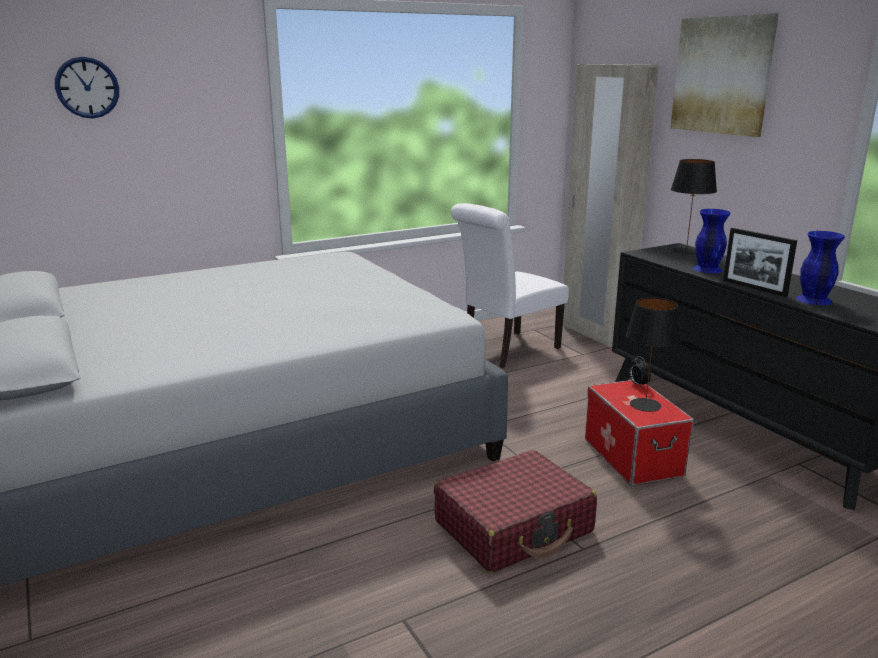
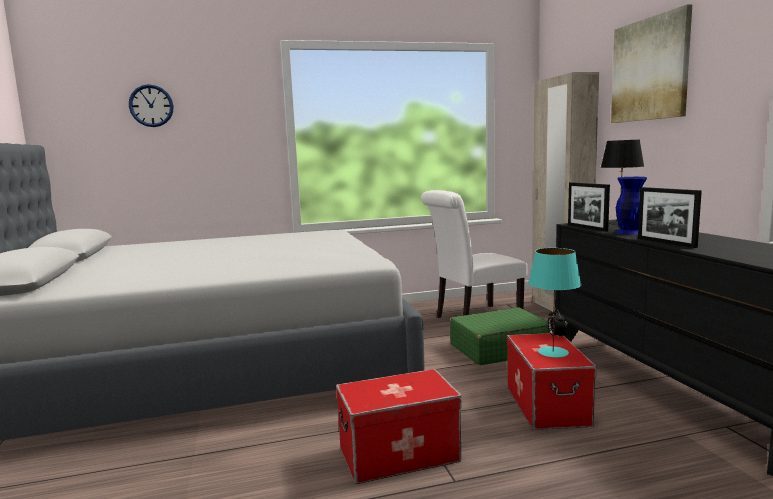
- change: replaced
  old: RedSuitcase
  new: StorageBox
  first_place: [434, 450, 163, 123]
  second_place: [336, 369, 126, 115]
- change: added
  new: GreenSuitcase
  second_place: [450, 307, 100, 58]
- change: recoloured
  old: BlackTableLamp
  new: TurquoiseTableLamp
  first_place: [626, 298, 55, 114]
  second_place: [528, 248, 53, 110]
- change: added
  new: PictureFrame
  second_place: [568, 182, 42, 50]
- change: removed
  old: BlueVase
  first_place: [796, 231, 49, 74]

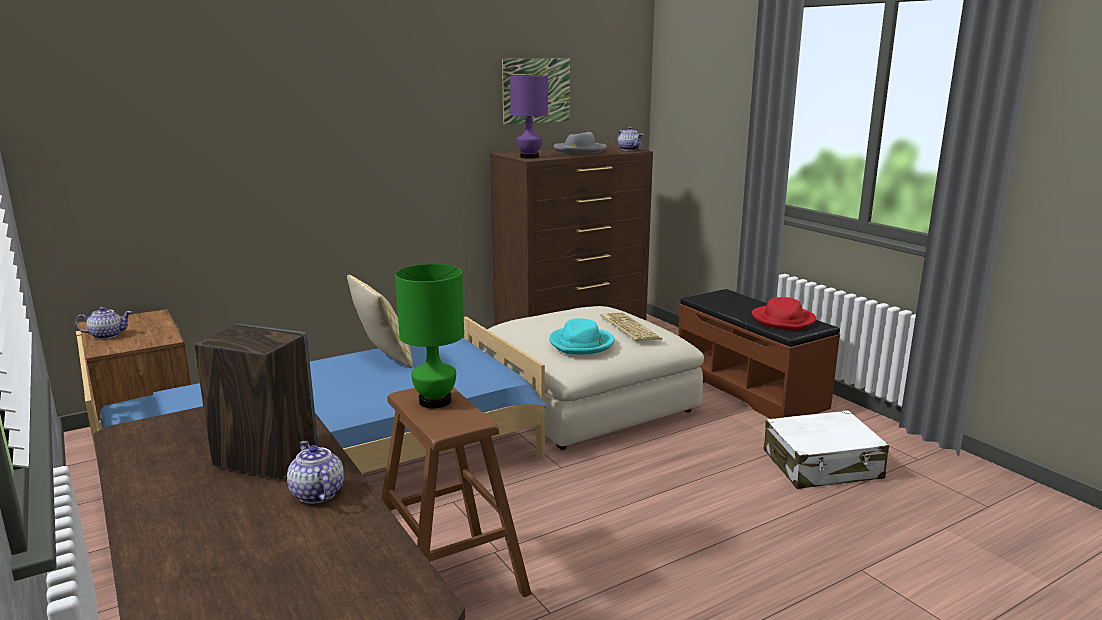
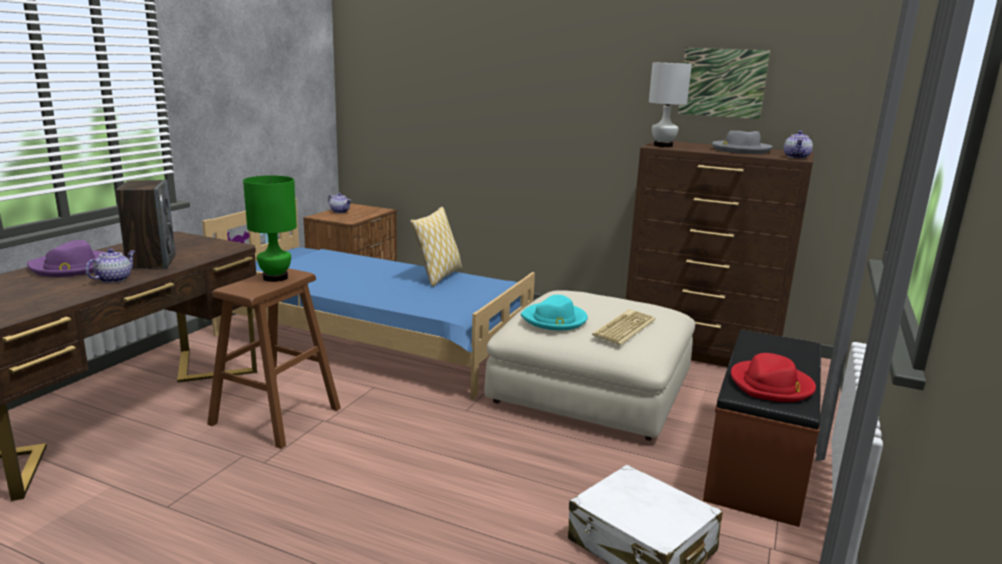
- change: added
  new: PurpleHat
  second_place: [27, 240, 78, 37]
- change: recoloured
  old: PurpleTableLamp
  new: WhiteTableLamp
  first_place: [510, 75, 38, 84]
  second_place: [649, 62, 43, 85]

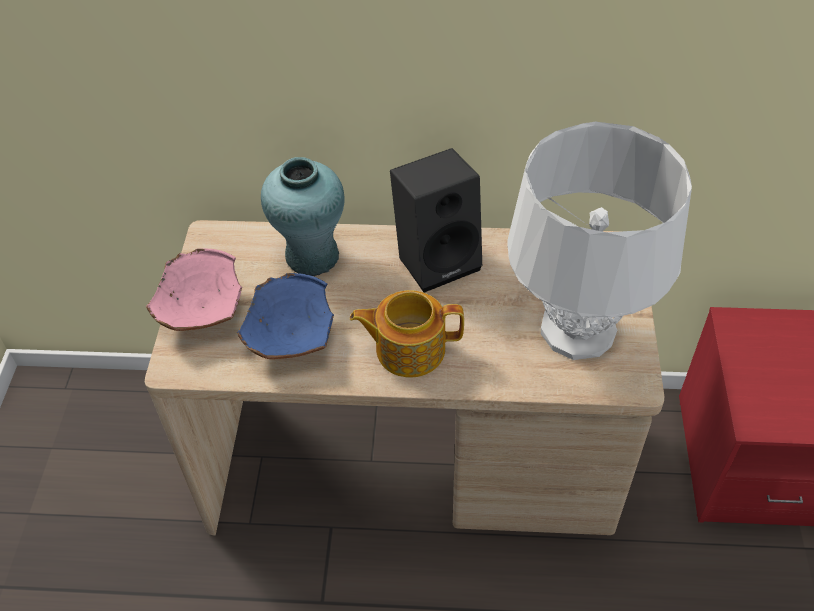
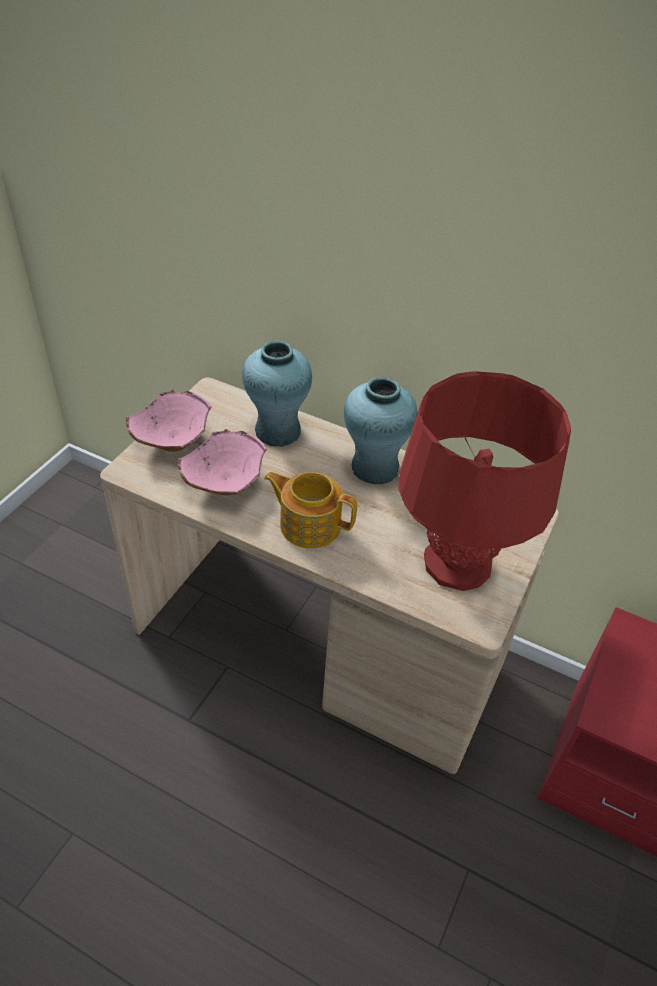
- change: recoloured
  old: BlueBowl
  new: PinkBowl
  first_place: [237, 273, 97, 86]
  second_place: [177, 429, 90, 66]
- change: replaced
  old: BlackSpeaker
  new: TurquoiseVase
  first_place: [390, 148, 92, 144]
  second_place: [344, 377, 73, 107]
- change: recoloured
  old: WhiteTableLamp
  new: RedTableLamp
  first_place: [507, 122, 185, 238]
  second_place: [398, 371, 173, 220]

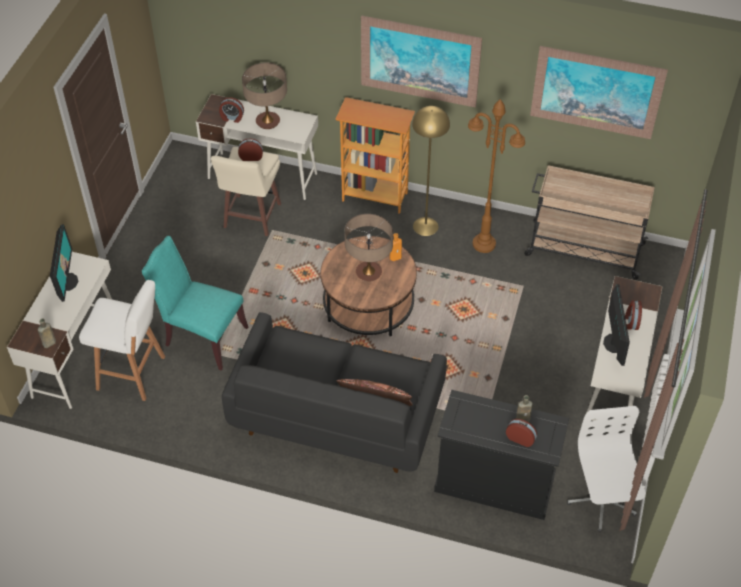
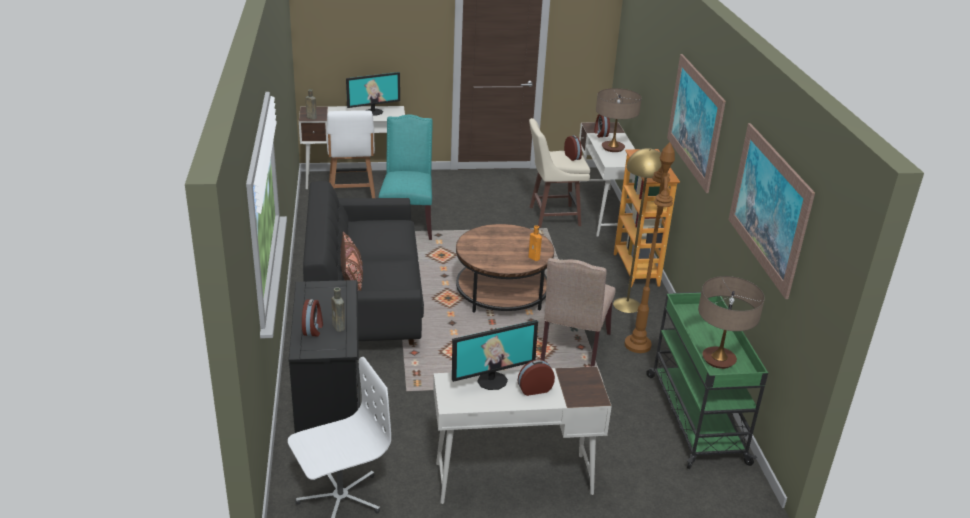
- change: added
  new: BeigeChair
  second_place: [540, 258, 76, 109]
- change: recoloured
  old: BeigeCart
  new: GreenCart
  first_place: [524, 165, 131, 115]
  second_place: [646, 292, 122, 177]
- change: moved
  old: TableLamp
  first_place: [344, 214, 49, 68]
  second_place: [698, 276, 67, 93]

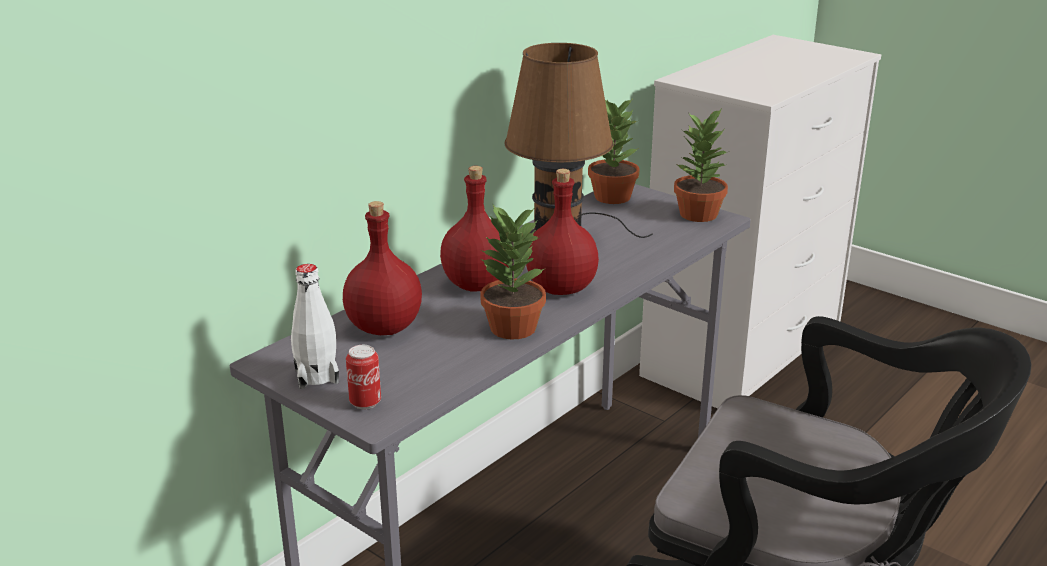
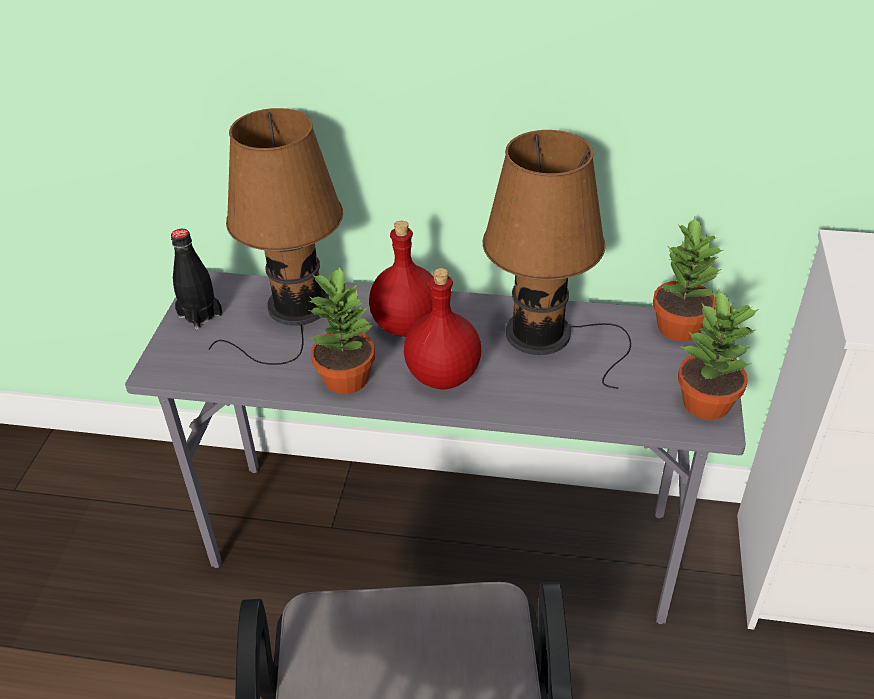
- change: recoloured
  old: WhiteBottle
  new: BlackBottle
  first_place: [291, 264, 48, 125]
  second_place: [171, 229, 52, 101]
- change: replaced
  old: RedBottle
  new: BrownTableLamp
  first_place: [343, 201, 79, 134]
  second_place: [209, 108, 134, 257]
- change: removed
  old: Can
  first_place: [346, 345, 35, 64]

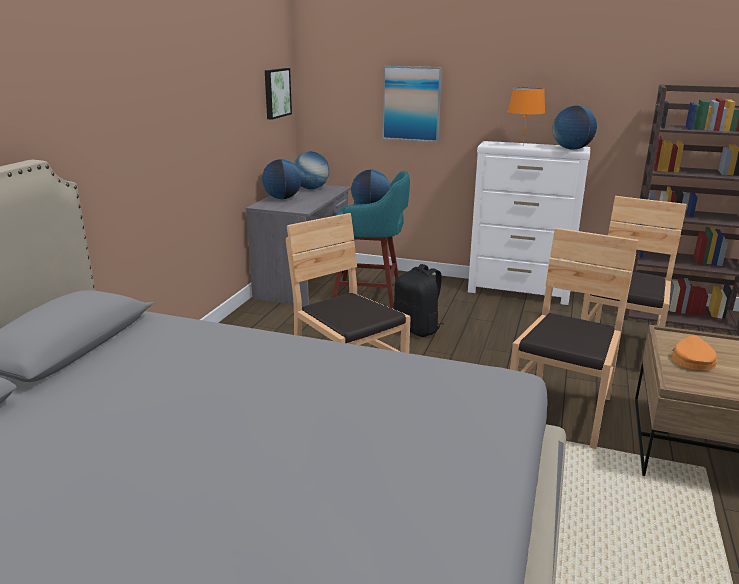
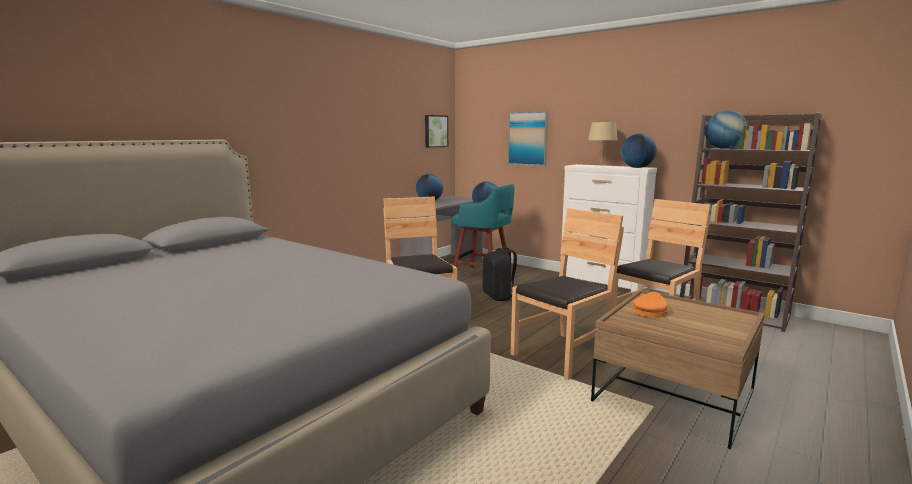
- change: recoloured
  old: OrangeTableLamp
  new: BeigeTableLamp
  first_place: [508, 87, 37, 57]
  second_place: [588, 122, 29, 39]
- change: moved
  old: Globe
  first_place: [294, 152, 35, 37]
  second_place: [705, 110, 43, 39]

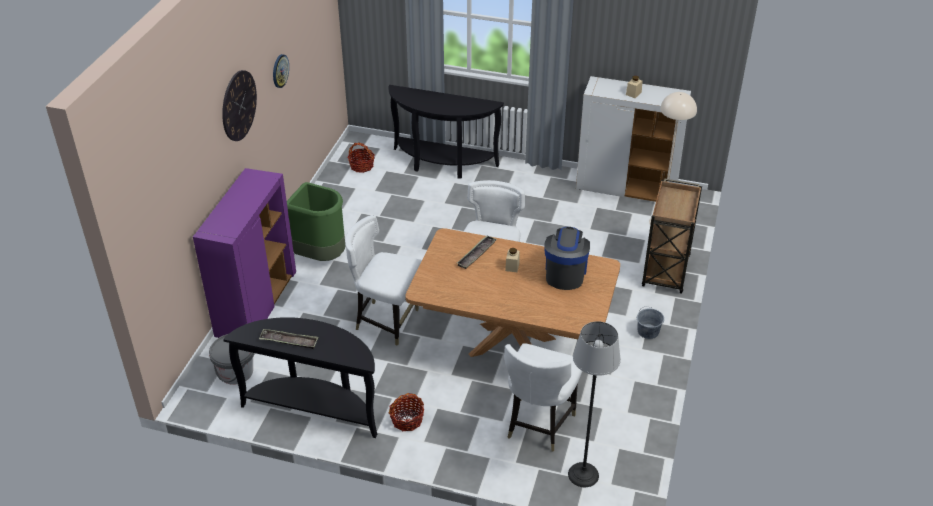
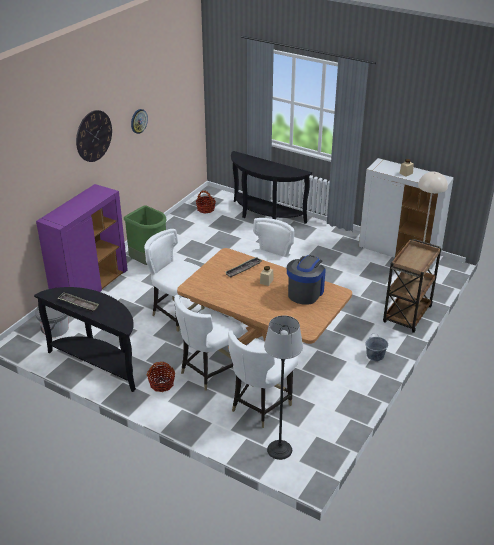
- change: added
  new: WhiteChair
  second_place: [174, 295, 69, 96]

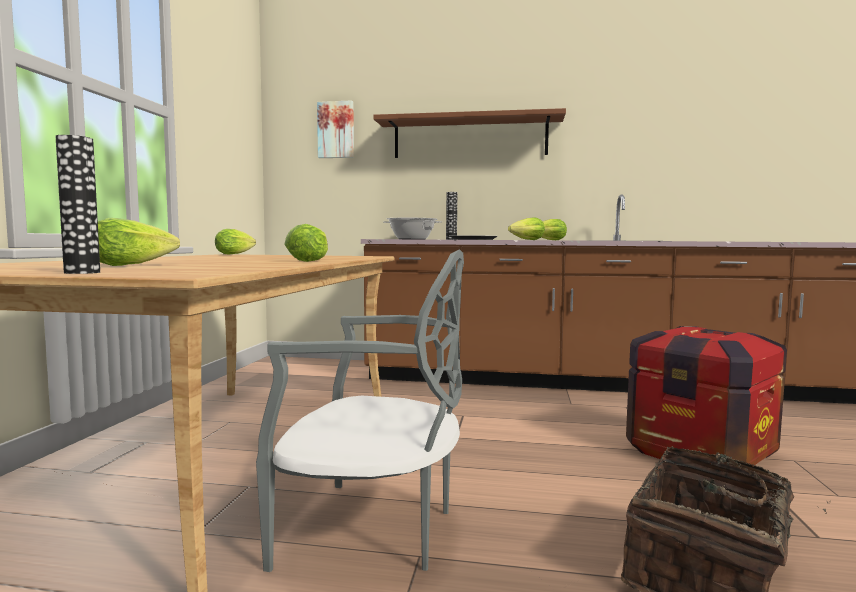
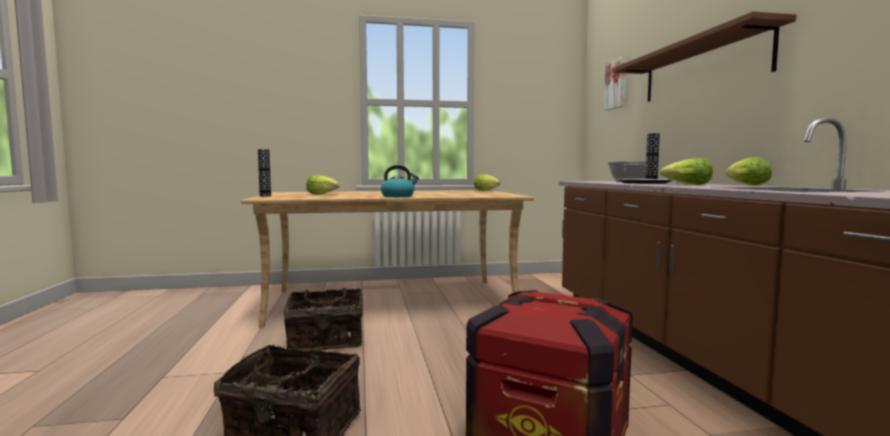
- change: replaced
  old: GreyChair
  new: Basket
  first_place: [256, 249, 208, 323]
  second_place: [283, 288, 80, 63]
- change: replaced
  old: Lettuce
  new: Kettle
  first_place: [284, 224, 44, 38]
  second_place: [381, 165, 38, 32]

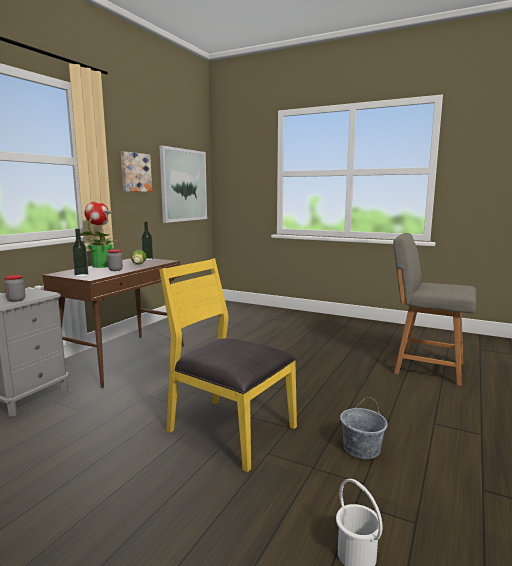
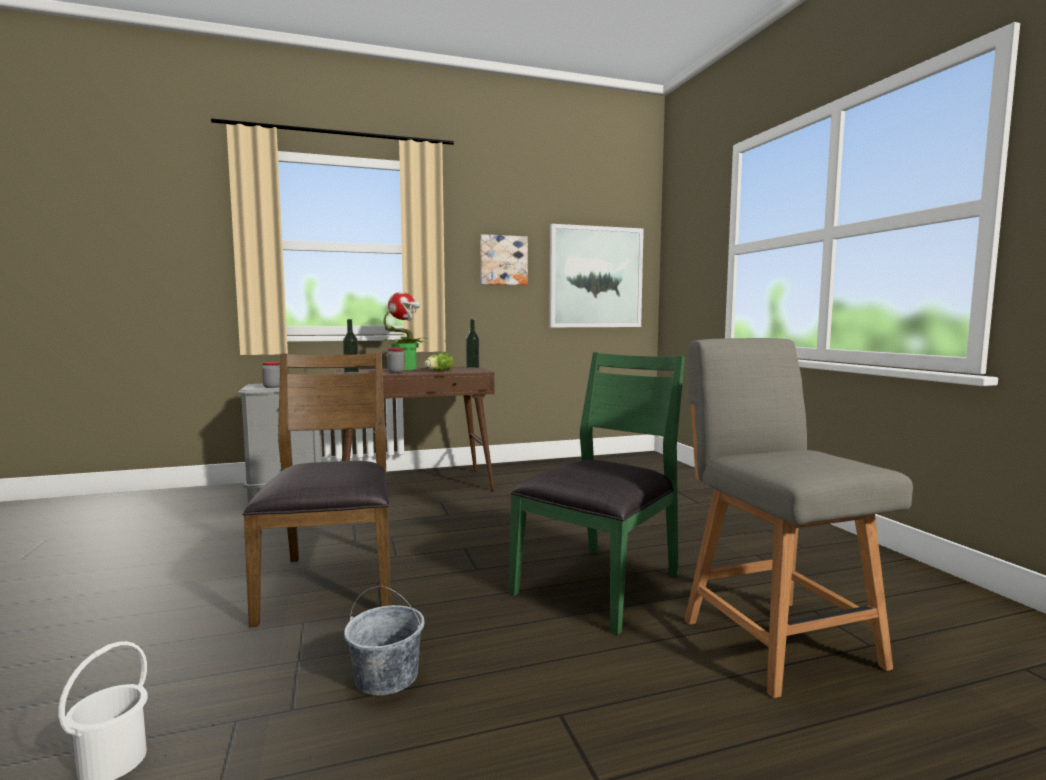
- change: recoloured
  old: YellowChair
  new: BrownChair
  first_place: [159, 258, 138, 214]
  second_place: [242, 353, 149, 274]
- change: added
  new: GreenChair
  second_place: [508, 352, 177, 284]

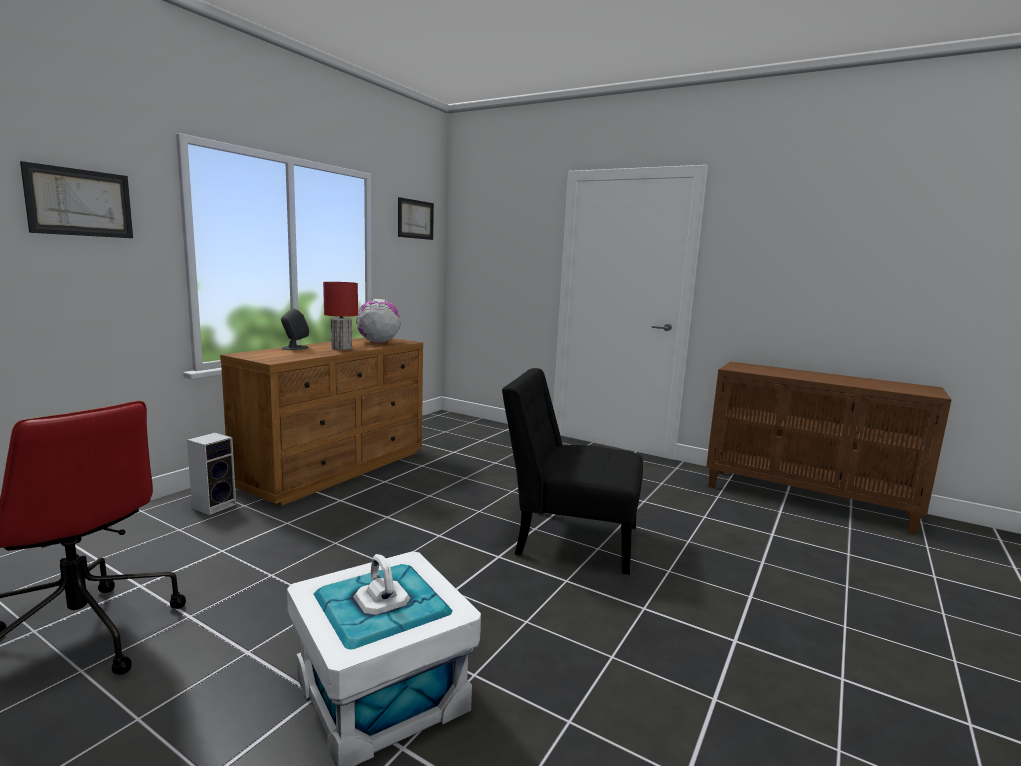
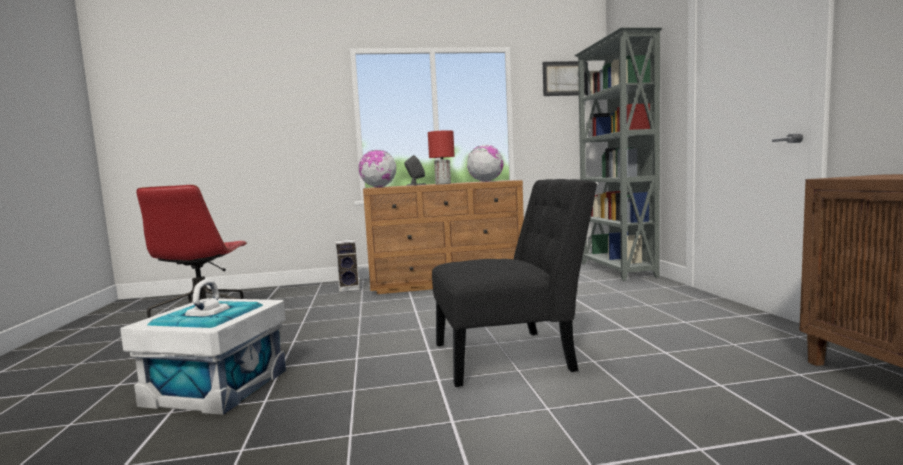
- change: added
  new: Globe
  second_place: [359, 150, 37, 37]
- change: turned
  old: BlackChair
  first_place: [502, 368, 141, 207]
  second_place: [432, 179, 165, 208]
  degrees: 105
- change: added
  new: GreyBookcase
  second_place: [574, 27, 88, 254]
- change: removed
  old: Picture
  first_place: [20, 161, 113, 77]

